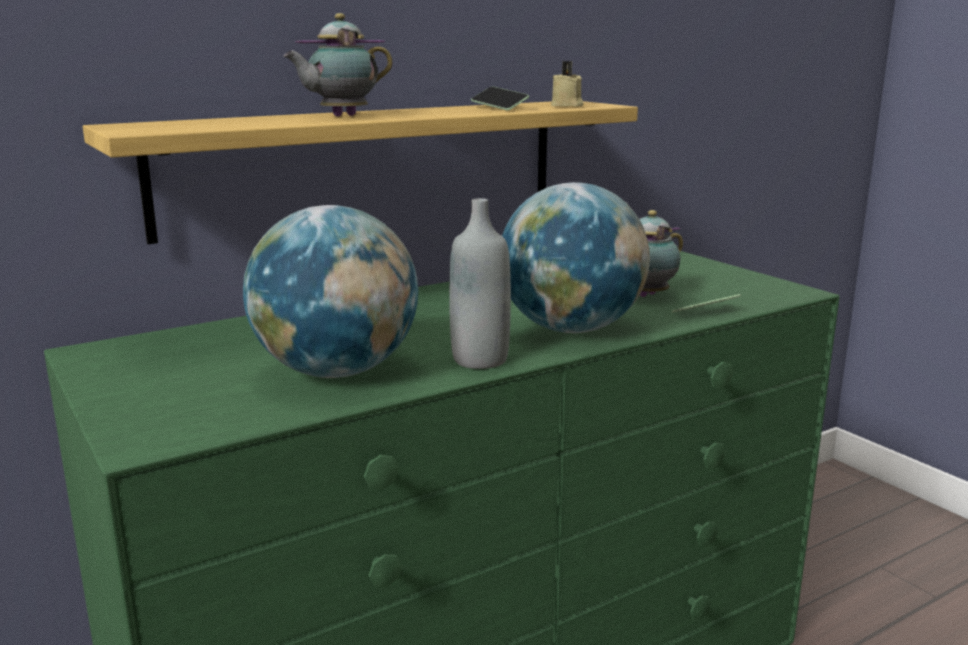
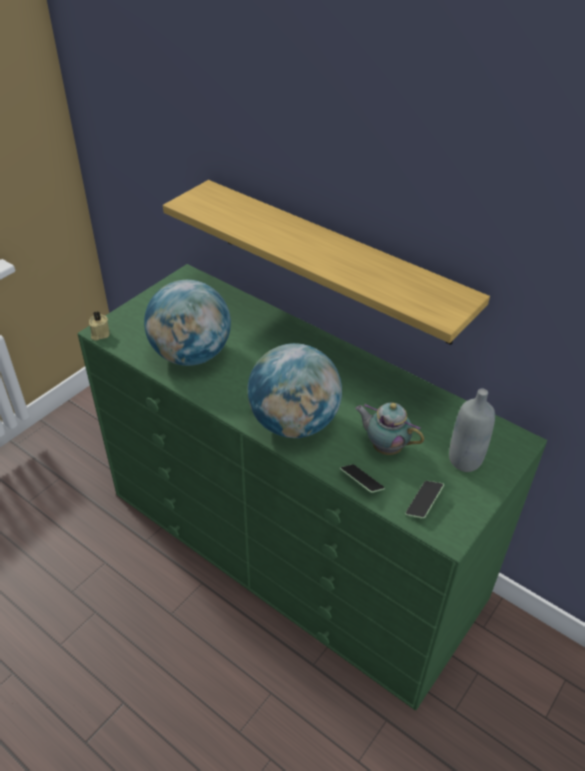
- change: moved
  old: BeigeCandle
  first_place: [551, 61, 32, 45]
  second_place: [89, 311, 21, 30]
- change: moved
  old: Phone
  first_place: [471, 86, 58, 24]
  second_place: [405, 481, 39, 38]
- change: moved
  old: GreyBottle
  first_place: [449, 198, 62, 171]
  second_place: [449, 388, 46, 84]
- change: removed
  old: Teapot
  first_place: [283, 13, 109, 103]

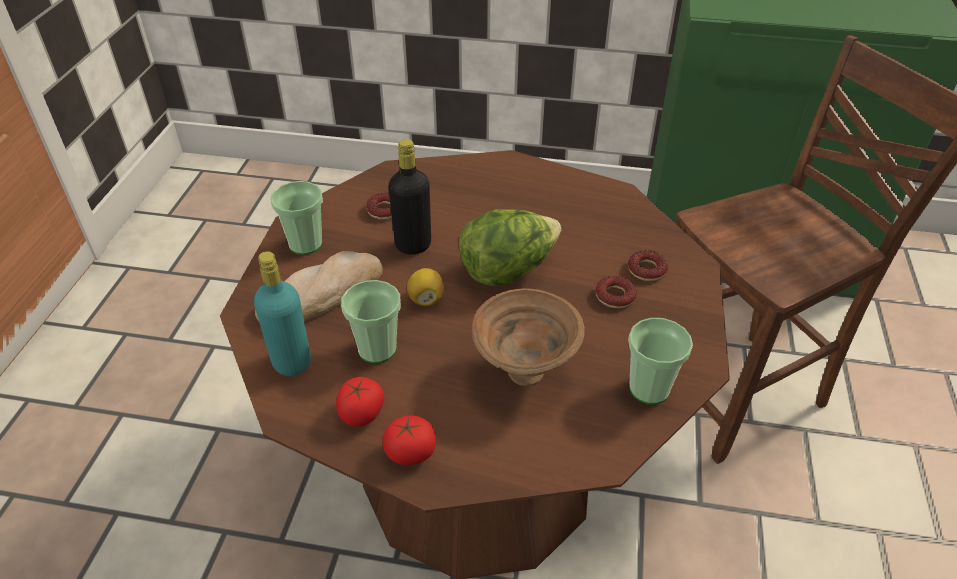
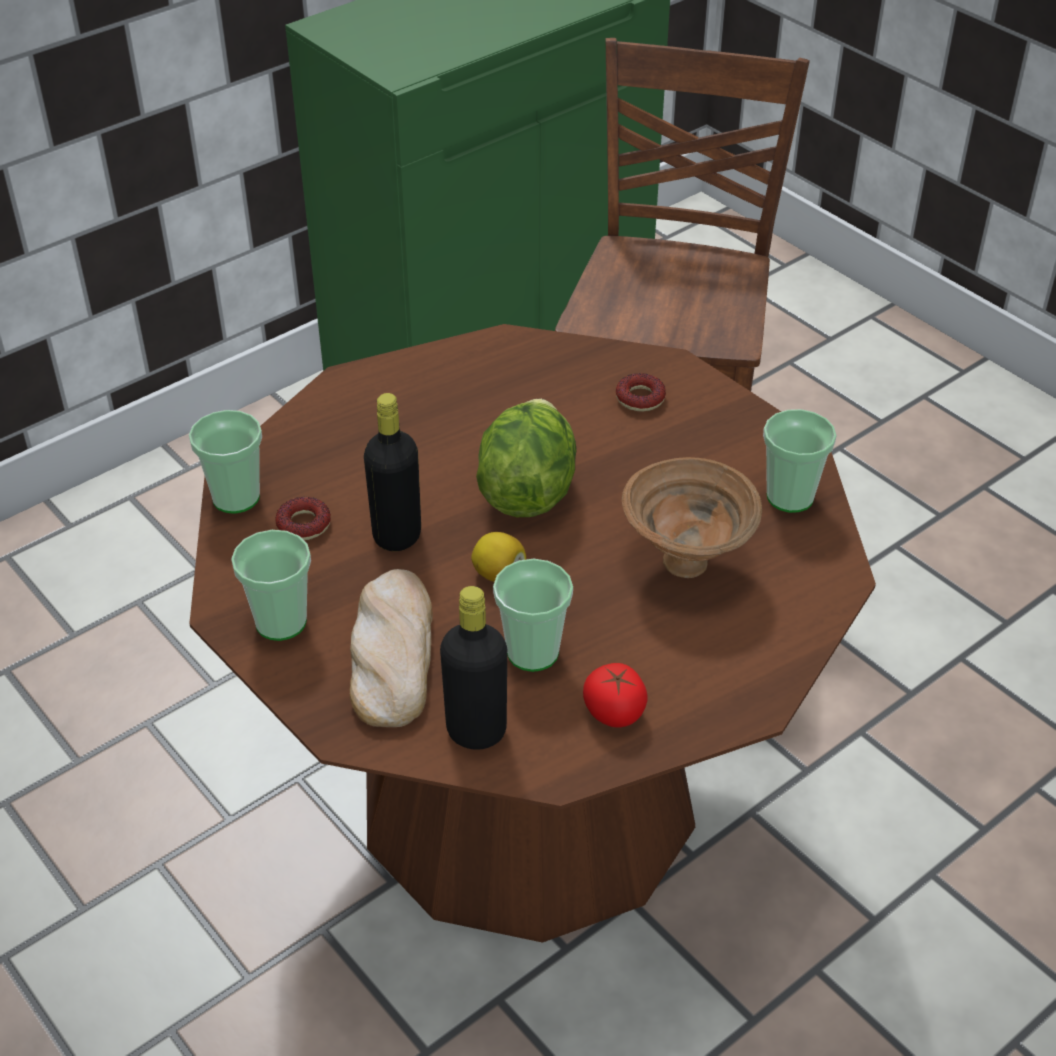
- change: added
  new: Cup
  second_place: [189, 410, 73, 104]
- change: recoloured
  old: TurquoiseBottle
  new: BlackBottle
  first_place: [254, 251, 57, 125]
  second_place: [440, 586, 67, 164]
- change: removed
  old: Tomato
  first_place: [383, 416, 53, 49]
- change: removed
  old: Donut
  first_place: [596, 276, 41, 32]

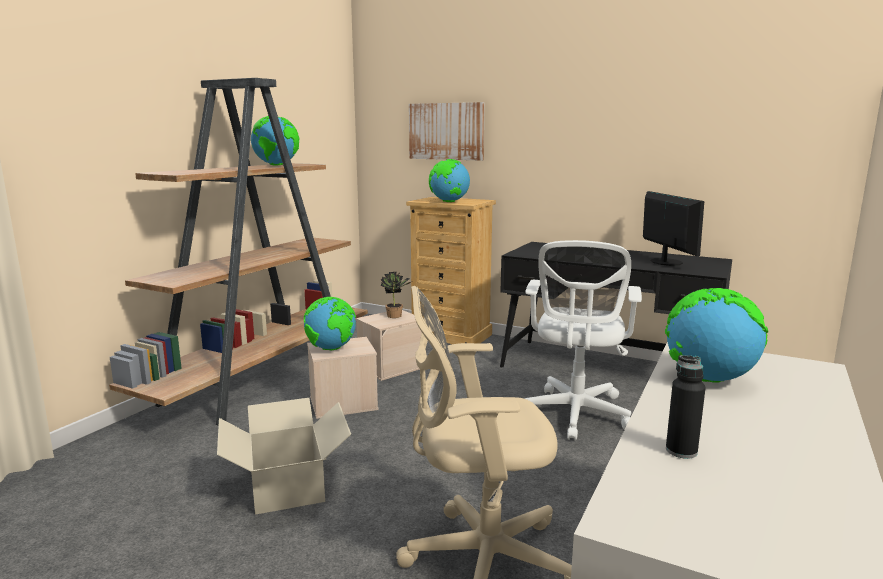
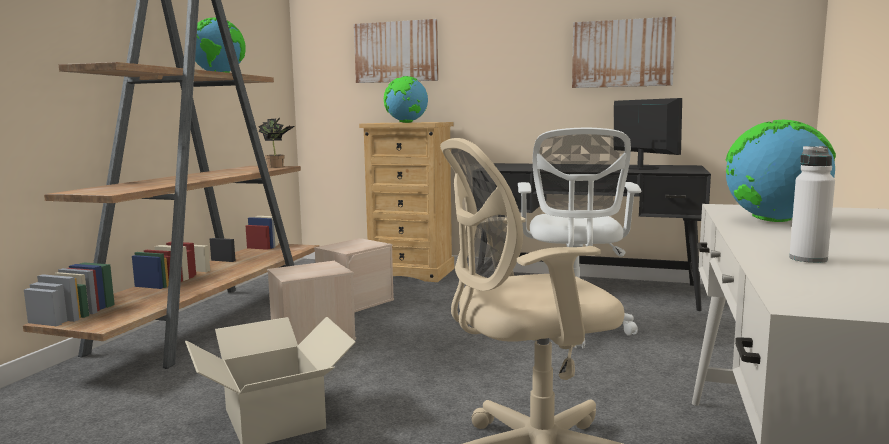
- change: moved
  old: PottedPlant
  first_place: [380, 272, 31, 46]
  second_place: [258, 118, 37, 50]
- change: added
  new: Picture
  second_place: [572, 17, 104, 71]
- change: recoloured
  old: BlackBottle
  new: WhiteBottle
  first_place: [666, 355, 40, 104]
  second_place: [789, 146, 46, 117]
- change: removed
  old: Globe
  first_place: [304, 297, 52, 53]

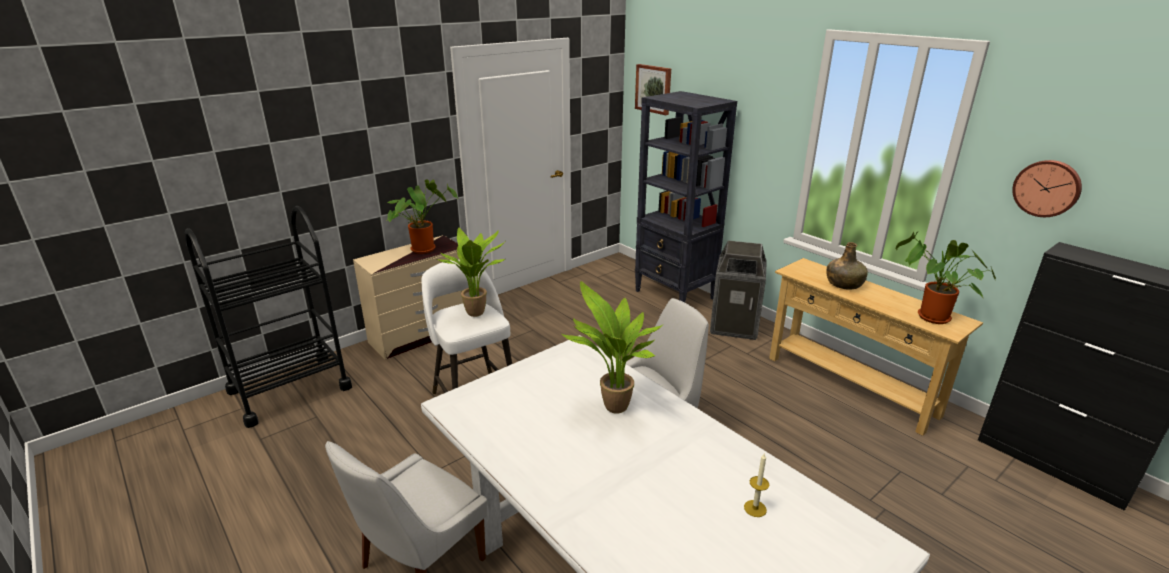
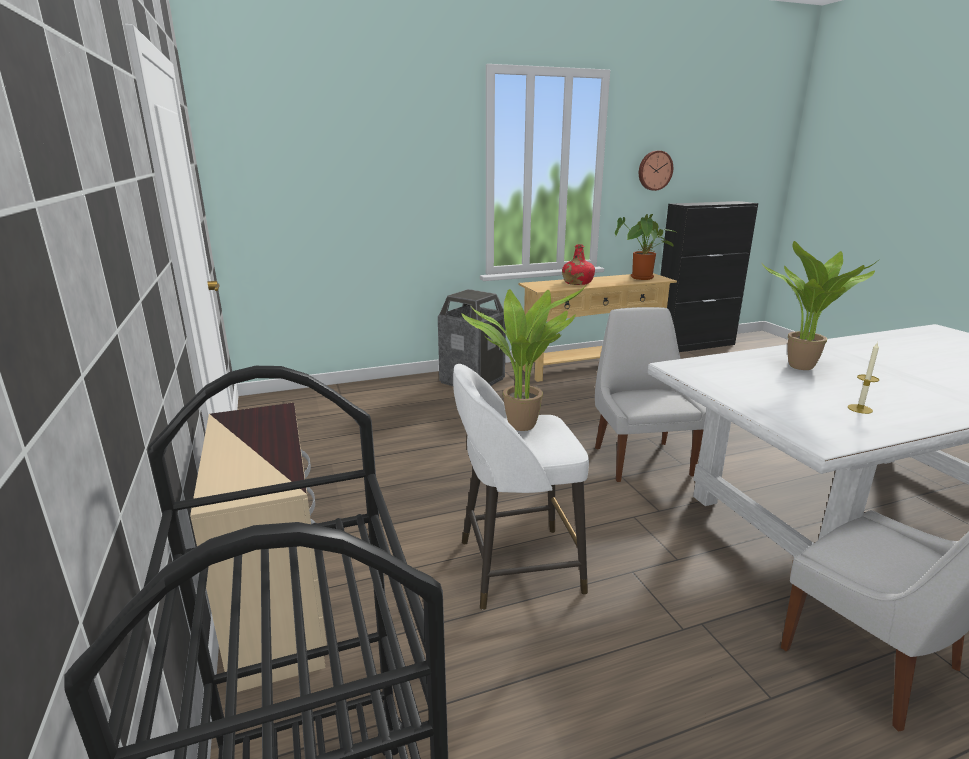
- change: recoloured
  old: GreenBottle
  new: RedBottle
  first_place: [827, 242, 41, 48]
  second_place: [562, 244, 33, 41]
- change: moved
  old: Candle
  first_place: [744, 453, 25, 64]
  second_place: [848, 342, 31, 72]
- change: removed
  old: PottedPlant
  first_place: [386, 180, 72, 74]
- change: removed
  old: Picture
  first_place: [635, 64, 36, 51]
- change: removed
  old: BlackBookcase
  first_place: [635, 91, 102, 212]

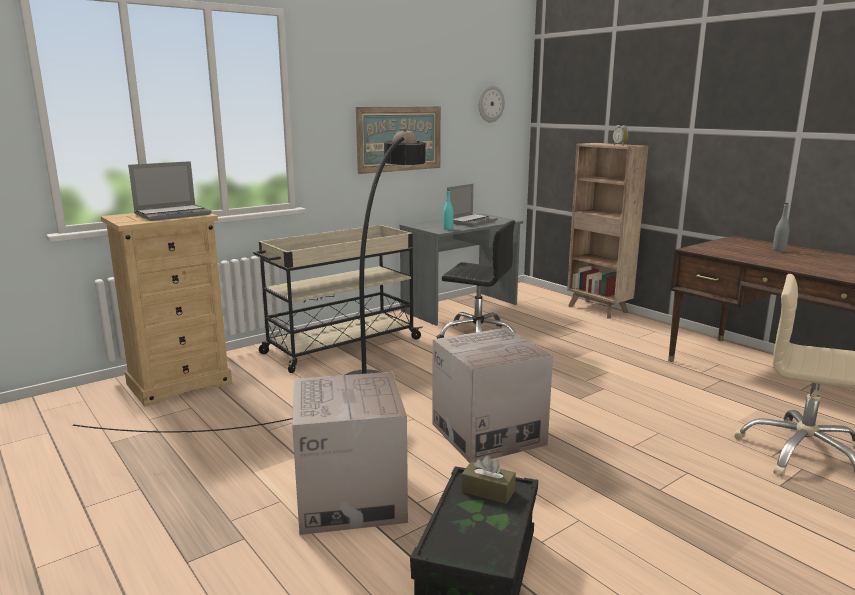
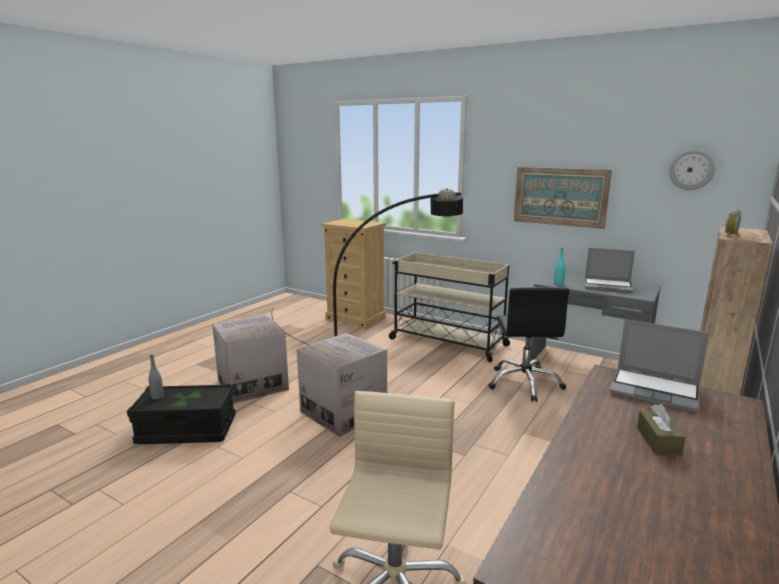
- change: moved
  old: GreyBottle
  first_place: [773, 203, 17, 49]
  second_place: [149, 355, 15, 45]
- change: moved
  old: Laptop
  first_place: [128, 161, 84, 60]
  second_place: [609, 319, 101, 94]
- change: moved
  old: BrownTissueBox
  first_place: [461, 455, 55, 49]
  second_place: [637, 404, 49, 52]

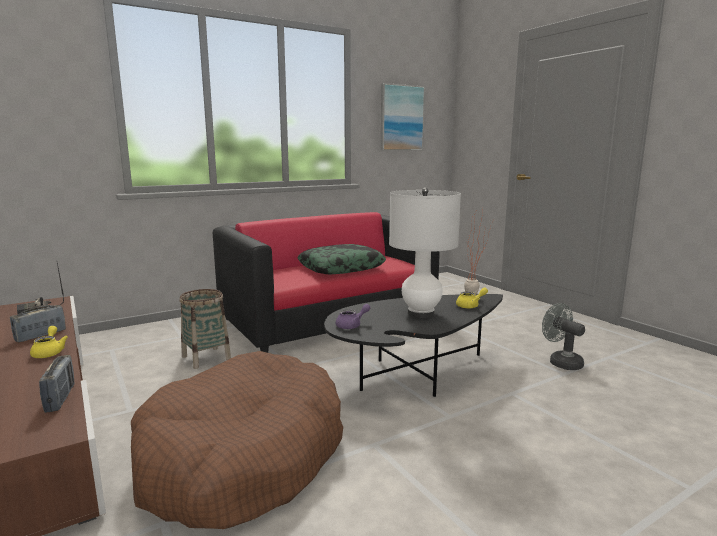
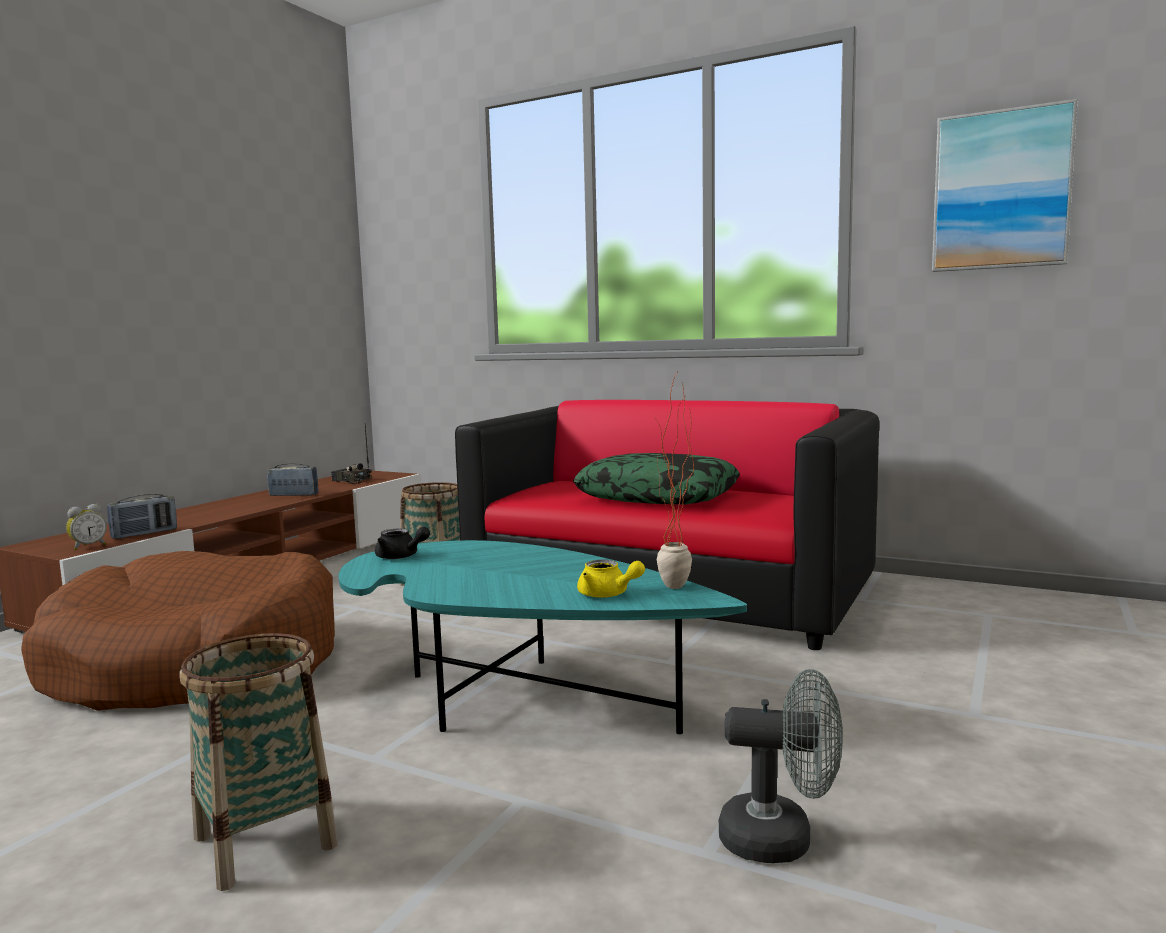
- change: added
  new: AlarmClock
  second_place: [66, 504, 41, 46]
- change: added
  new: Basket
  second_place: [179, 633, 158, 258]
- change: recoloured
  old: BlackCoffeeTable
  new: TurquoiseCoffeeTable
  first_place: [324, 294, 179, 103]
  second_place: [338, 540, 409, 194]
- change: recoloured
  old: PurpleTeapot
  new: BlackTeapot
  first_place: [336, 304, 34, 25]
  second_place: [375, 527, 55, 32]
- change: turned
  old: GreyFan
  first_place: [542, 303, 43, 67]
  second_place: [719, 669, 124, 194]
  degrees: 75
- change: removed
  old: YellowTeapot
  first_place: [30, 326, 38, 32]
- change: removed
  old: WhiteTableLamp
  first_place: [389, 188, 72, 130]

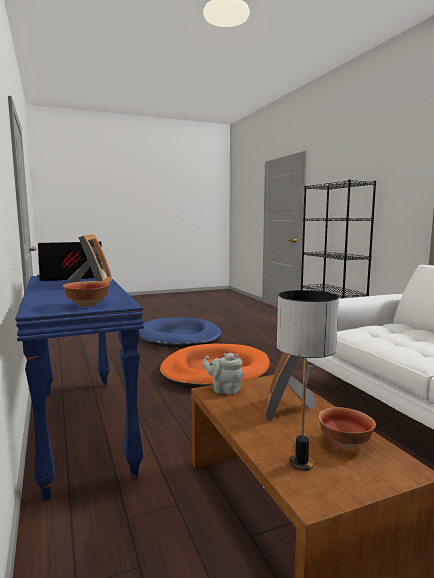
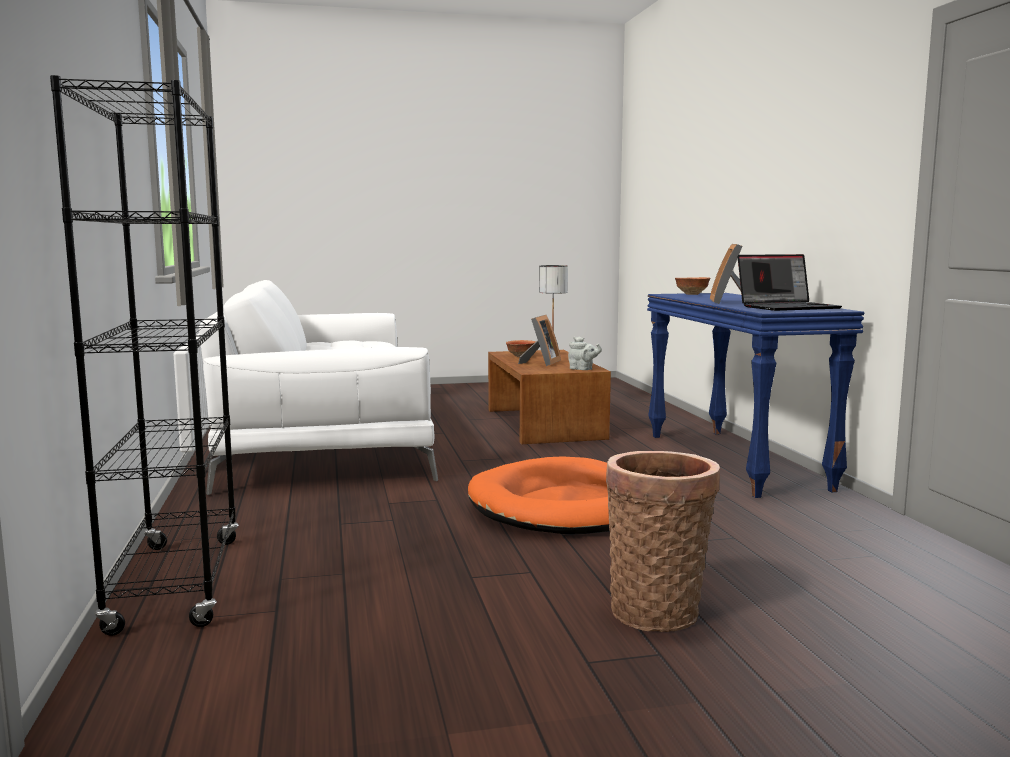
- change: replaced
  old: BlueDogBed
  new: Basket
  first_place: [139, 318, 83, 30]
  second_place: [606, 451, 114, 181]

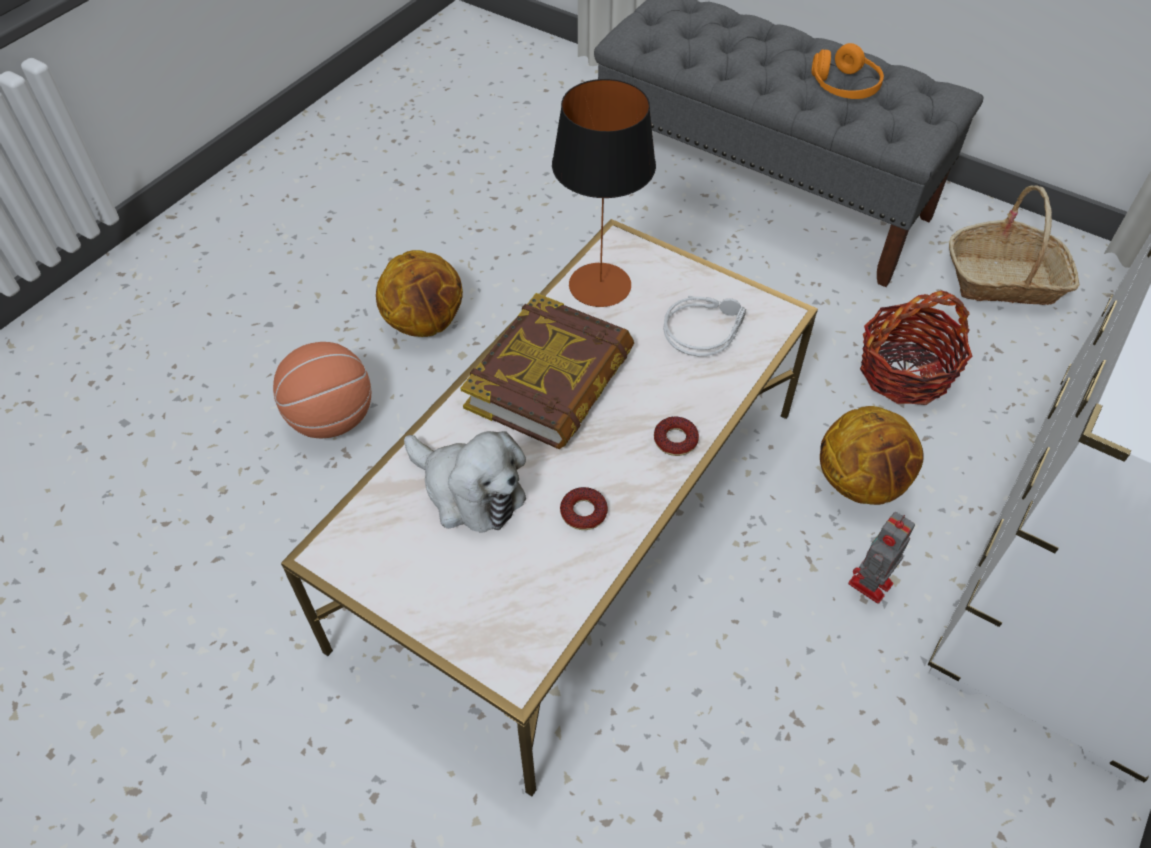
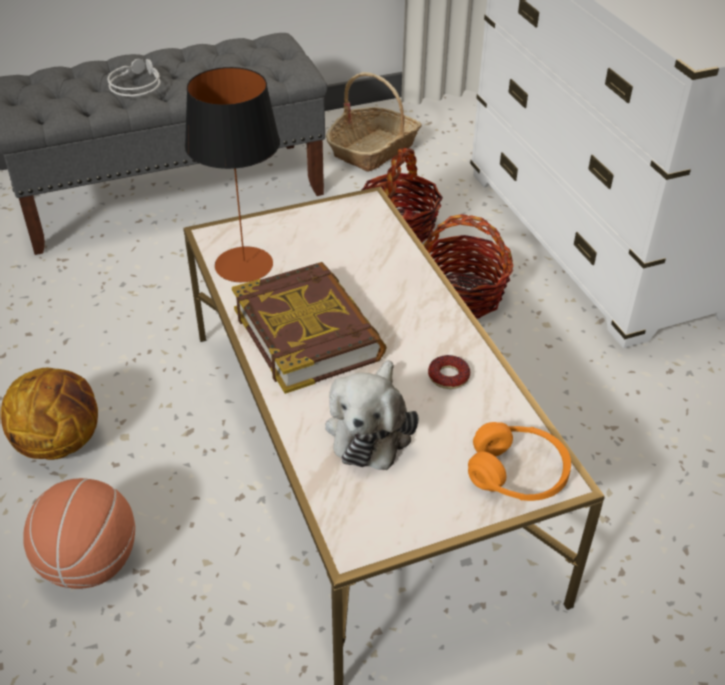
- change: moved
  old: GreyHeadphones
  first_place: [663, 296, 83, 60]
  second_place: [107, 59, 54, 38]
- change: turned
  old: PlushToy
  first_place: [404, 431, 122, 102]
  second_place: [325, 360, 94, 110]
  degrees: 120
- change: replaced
  old: Basketball
  new: Basket
  first_place: [820, 406, 104, 99]
  second_place: [423, 214, 90, 105]
- change: moved
  old: OrangeHeadphones
  first_place: [811, 43, 73, 56]
  second_place: [468, 422, 103, 79]
- change: removed
  old: Donut
  first_place: [654, 416, 45, 40]
- change: removed
  old: ToyRobot
  first_place: [848, 512, 67, 92]

